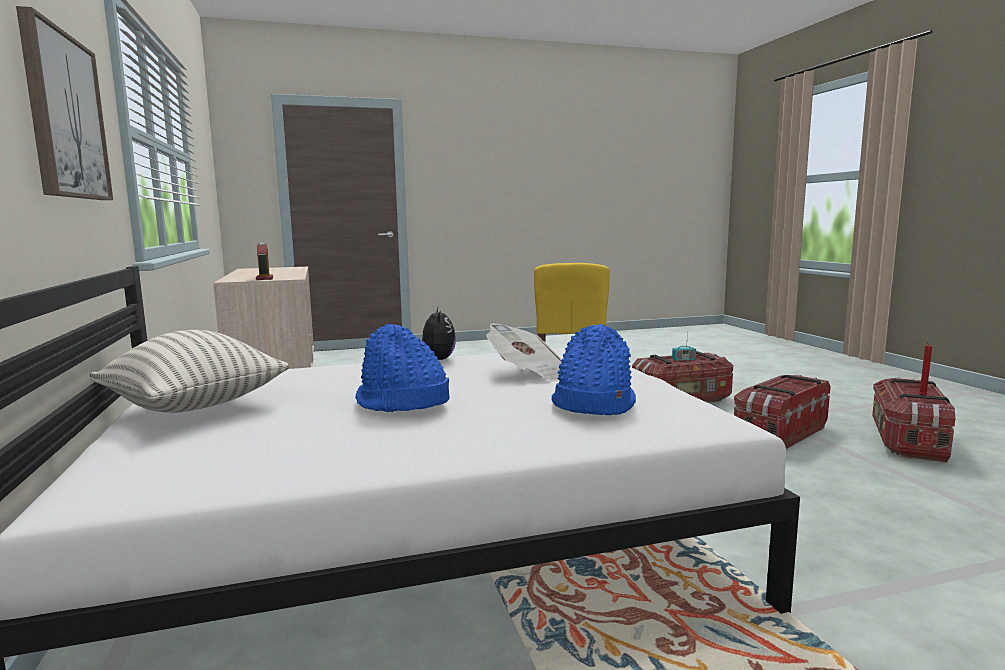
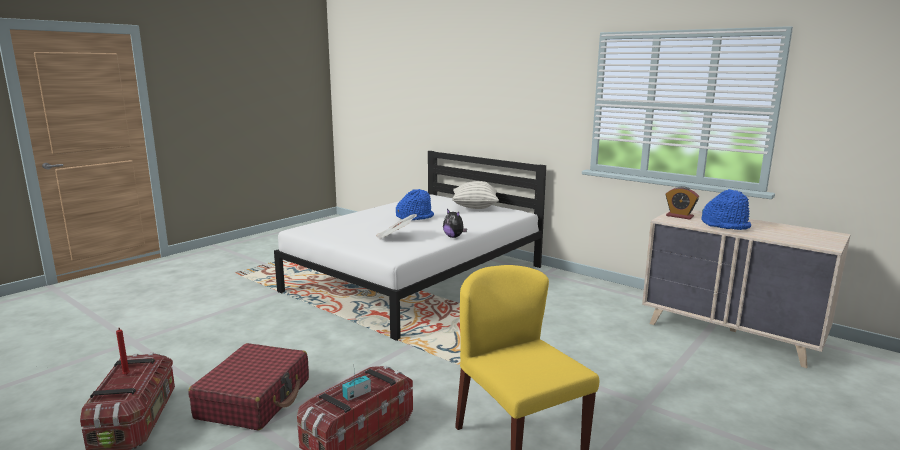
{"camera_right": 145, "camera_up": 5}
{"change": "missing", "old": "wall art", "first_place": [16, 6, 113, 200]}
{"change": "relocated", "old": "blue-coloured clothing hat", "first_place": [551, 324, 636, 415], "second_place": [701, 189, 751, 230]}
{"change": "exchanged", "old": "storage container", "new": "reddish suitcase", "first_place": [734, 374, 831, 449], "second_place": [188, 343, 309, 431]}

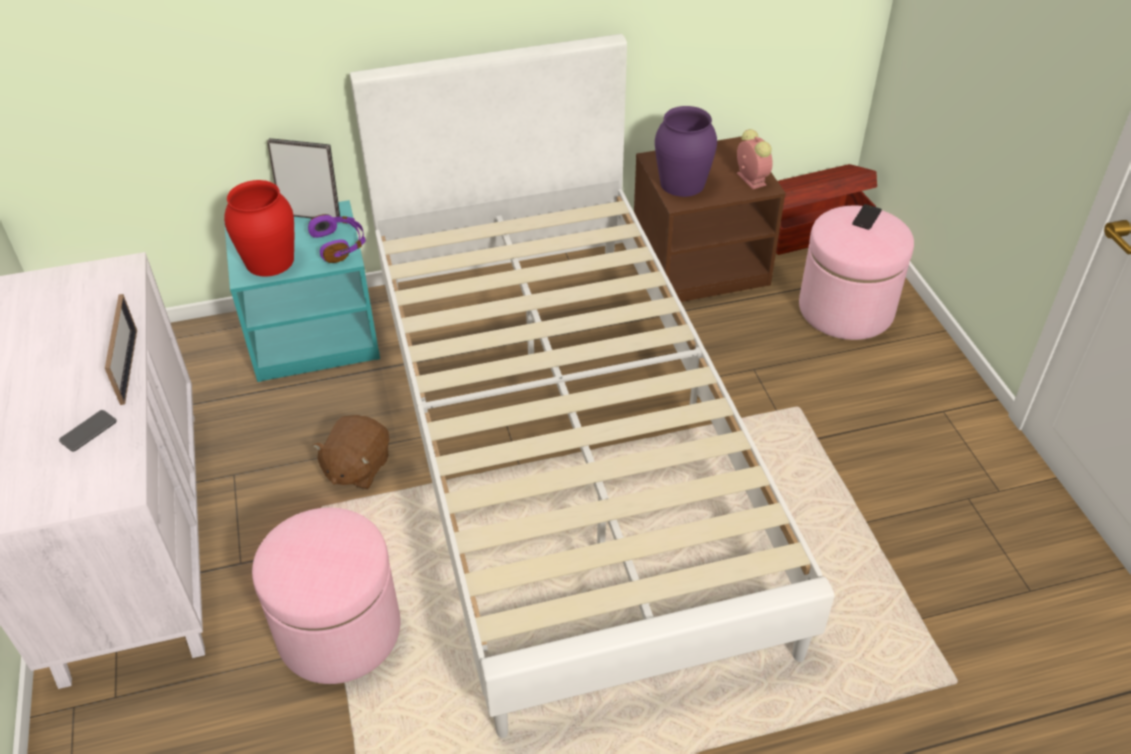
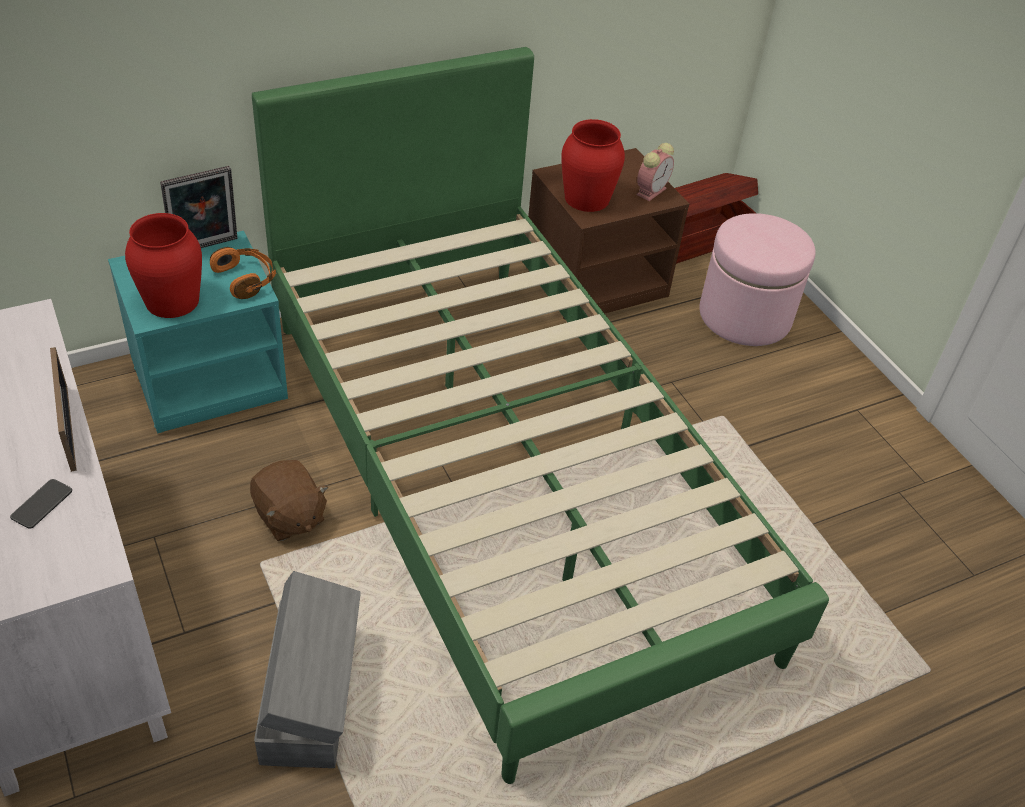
{"camera_right": -15, "camera_up": 0}
{"change": "missing", "old": "handset", "first_place": [852, 204, 882, 230]}
{"change": "exchanged", "old": "pinkish pouffe", "new": "grey storage container", "first_place": [252, 508, 400, 684], "second_place": [254, 571, 361, 768]}
{"change": "colour", "old": "purple pair of headphones", "new": "orange-coloured pair of headphones", "first_place": [308, 214, 366, 263], "second_place": [210, 247, 276, 299]}
{"change": "colour", "old": "white bed", "new": "green bed", "first_place": [350, 34, 834, 738], "second_place": [252, 47, 829, 784]}
{"change": "colour", "old": "purple flower vase", "new": "reddish flower vase", "first_place": [655, 106, 717, 197], "second_place": [561, 119, 625, 212]}
{"change": "spun", "old": "standing frame", "first_place": [267, 138, 340, 219], "second_place": [160, 166, 237, 248], "degrees": 150}
{"change": "spun", "old": "brownish cuddly toy", "first_place": [313, 415, 389, 489], "second_place": [250, 460, 329, 541], "degrees": -45}
{"change": "spun", "old": "bedside clock", "first_place": [737, 129, 773, 189], "second_place": [636, 143, 674, 201], "degrees": 75}

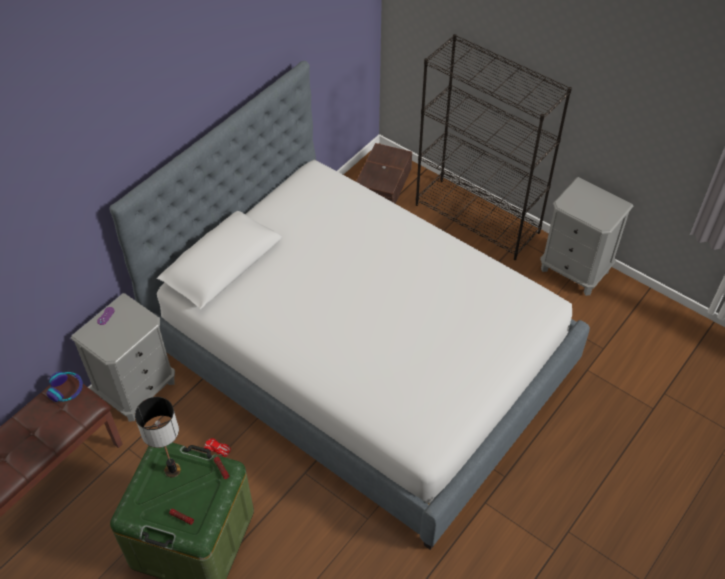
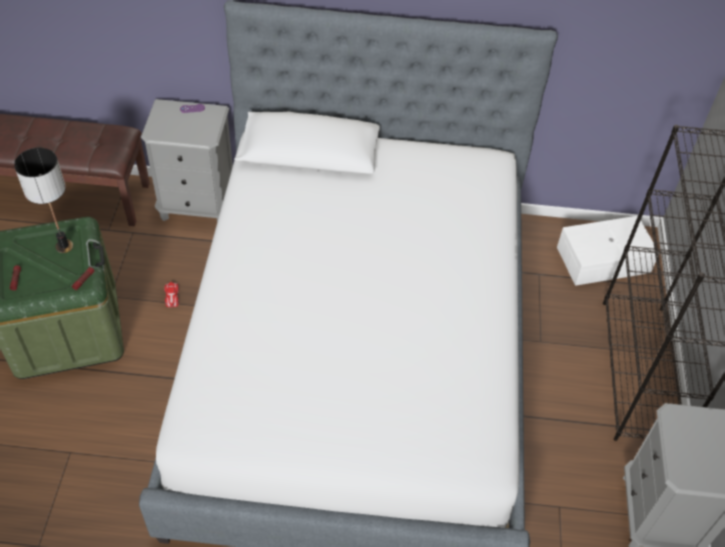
{"camera_right": 55, "camera_up": 0}
{"change": "missing", "old": "pair of headphones", "first_place": [46, 372, 83, 402]}
{"change": "colour", "old": "brownish storage container", "new": "white storage container", "first_place": [356, 143, 412, 204], "second_place": [557, 216, 660, 286]}

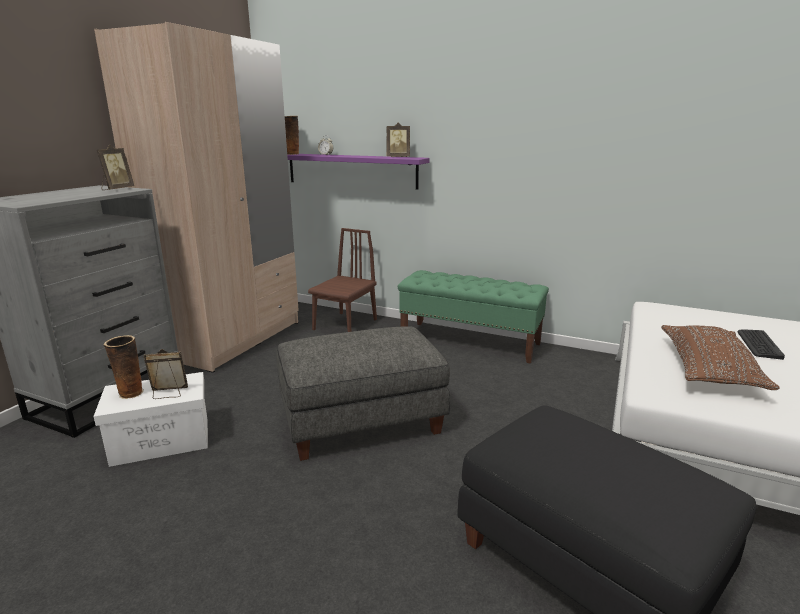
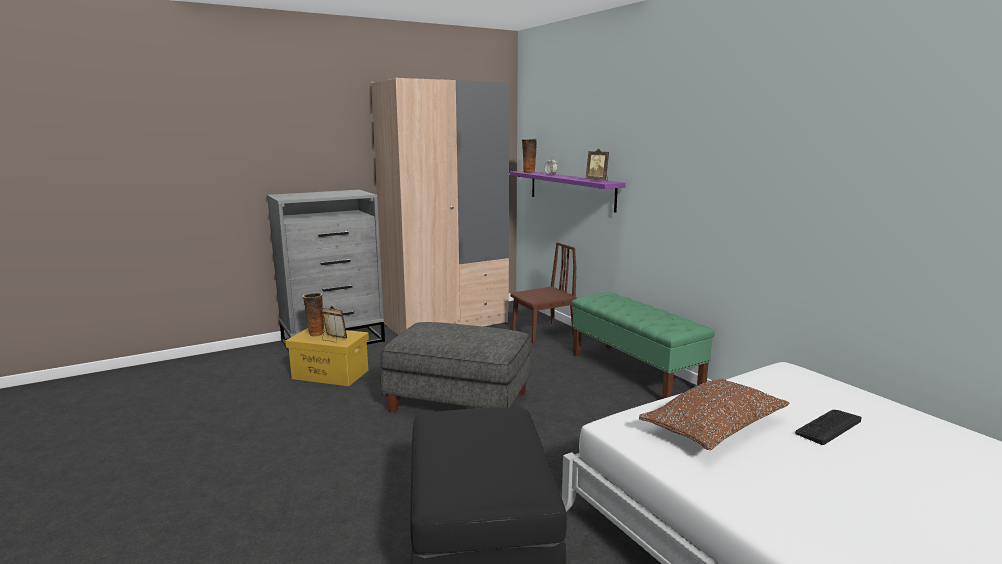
{"camera_right": 35, "camera_up": -5}
{"change": "missing", "old": "standing frame", "first_place": [97, 144, 134, 190]}
{"change": "colour", "old": "white storage container", "new": "yellow-coloured storage container", "first_place": [94, 372, 208, 467], "second_place": [285, 328, 369, 386]}

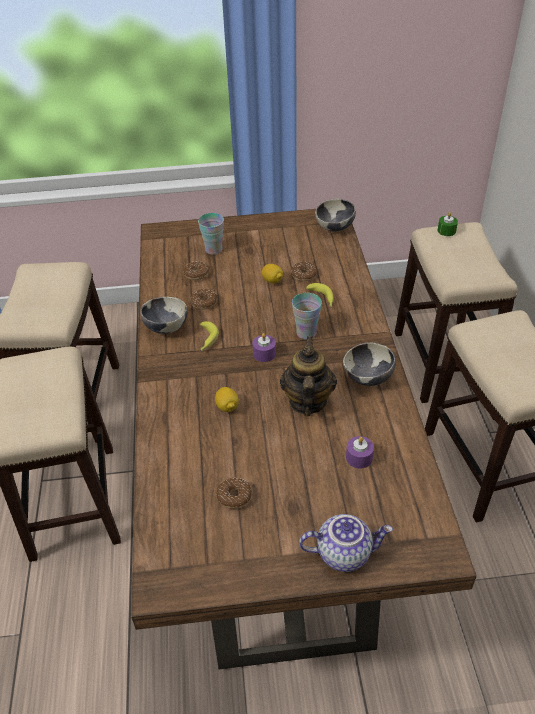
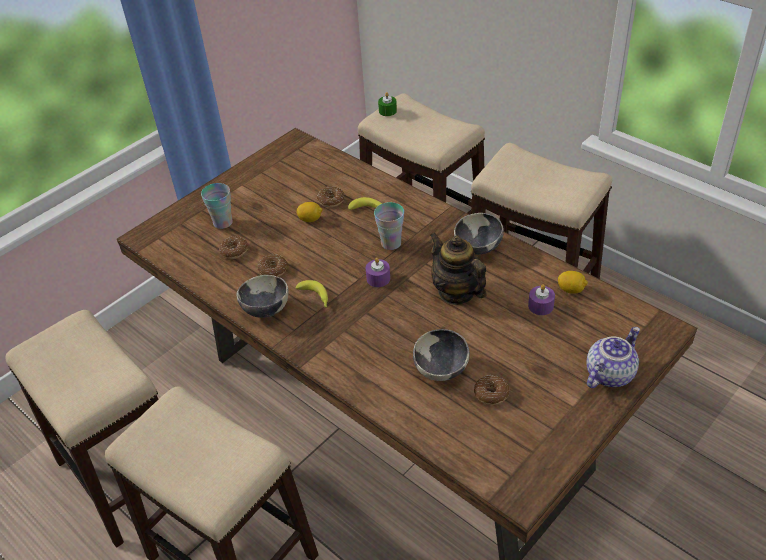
{"camera_right": -40, "camera_up": 0}
{"change": "relocated", "old": "citrus fruit", "first_place": [215, 387, 239, 412], "second_place": [558, 271, 588, 294]}
{"change": "relocated", "old": "bowl", "first_place": [315, 199, 356, 232], "second_place": [413, 329, 470, 381]}

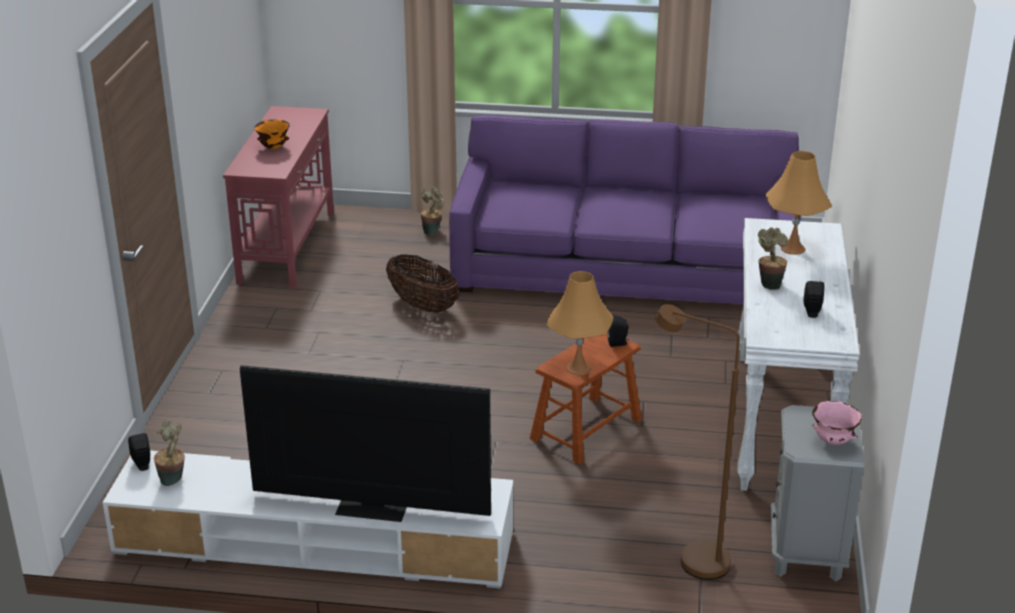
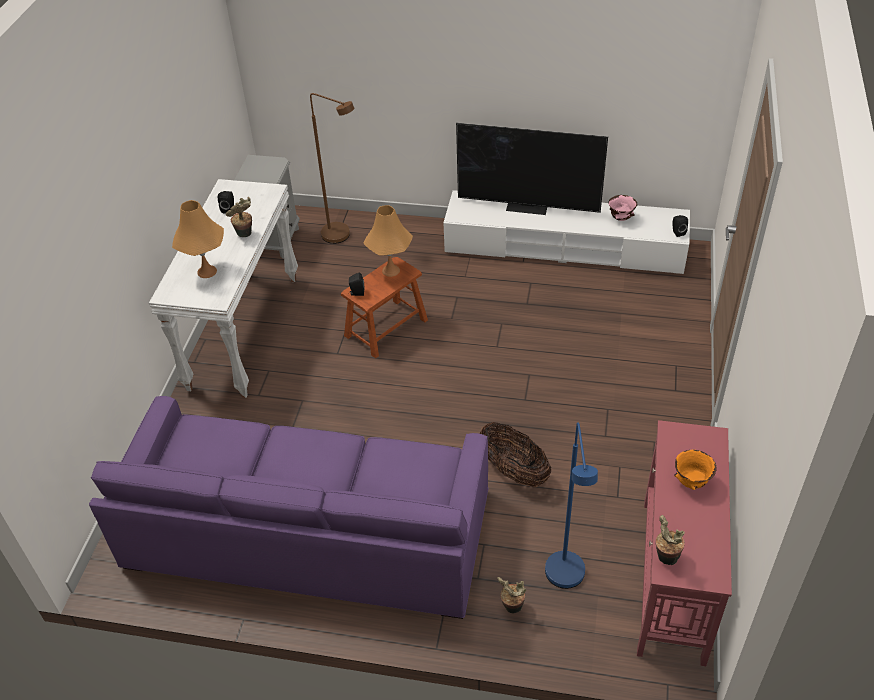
{"camera_right": -175, "camera_up": 15}
{"change": "appeared", "new": "blue-coloured standing lamp", "second_place": [545, 422, 598, 589]}
{"change": "relocated", "old": "potted plant", "first_place": [154, 420, 185, 486], "second_place": [655, 515, 685, 565]}
{"change": "relocated", "old": "pinkish bowl", "first_place": [812, 401, 862, 445], "second_place": [608, 195, 637, 221]}

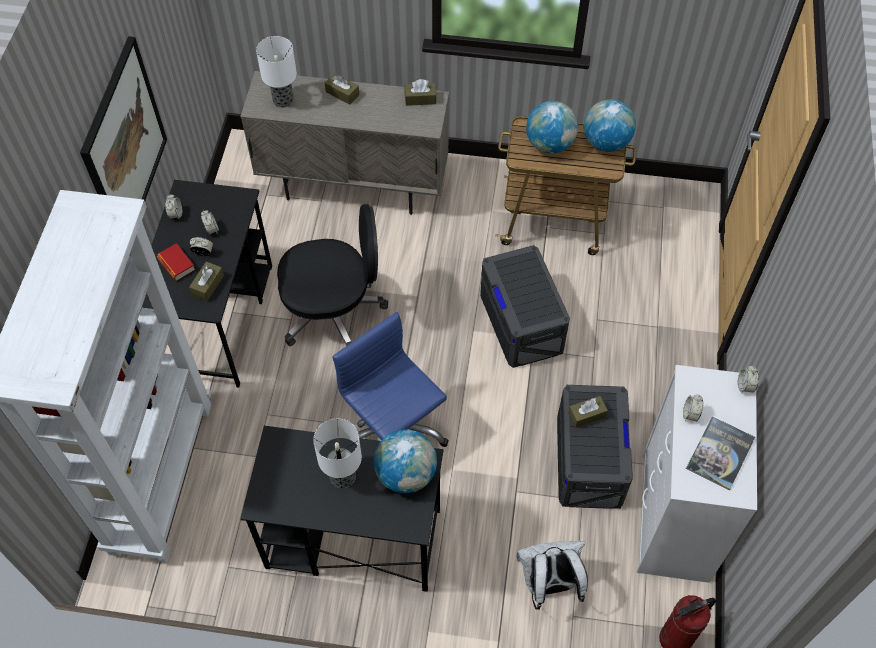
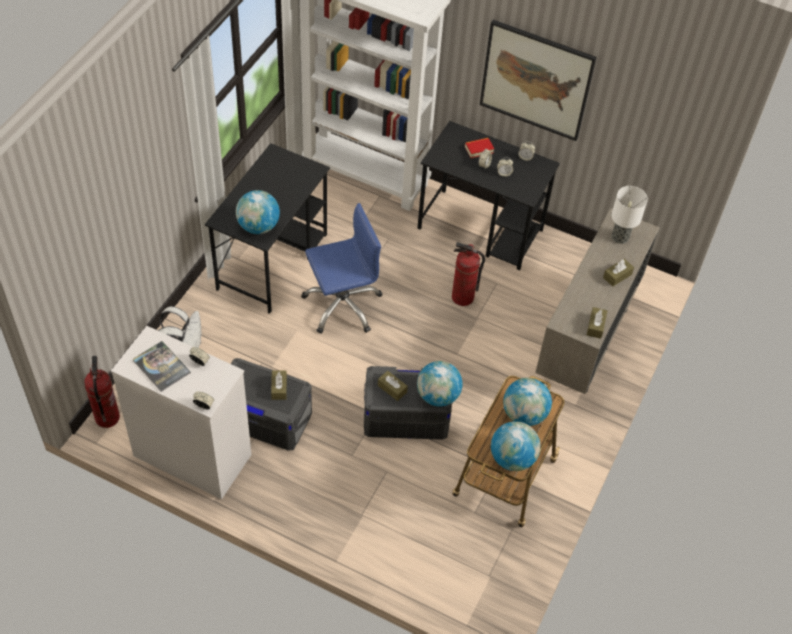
{"camera_right": 105, "camera_up": -5}
{"change": "missing", "old": "tabletop lamp", "first_place": [313, 419, 362, 488]}
{"change": "appeared", "new": "world globe", "second_place": [417, 361, 463, 407]}
{"change": "relocated", "old": "brownish tissue box", "first_place": [189, 262, 224, 301], "second_place": [378, 371, 408, 401]}
{"change": "exchanged", "old": "blackish desk chair", "new": "extinguisher", "first_place": [277, 204, 388, 346], "second_place": [452, 242, 485, 306]}

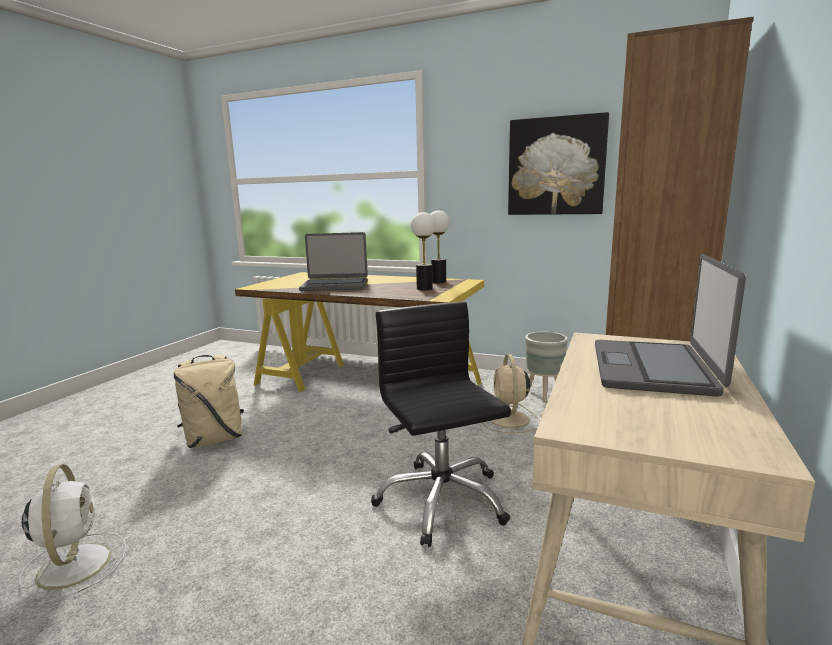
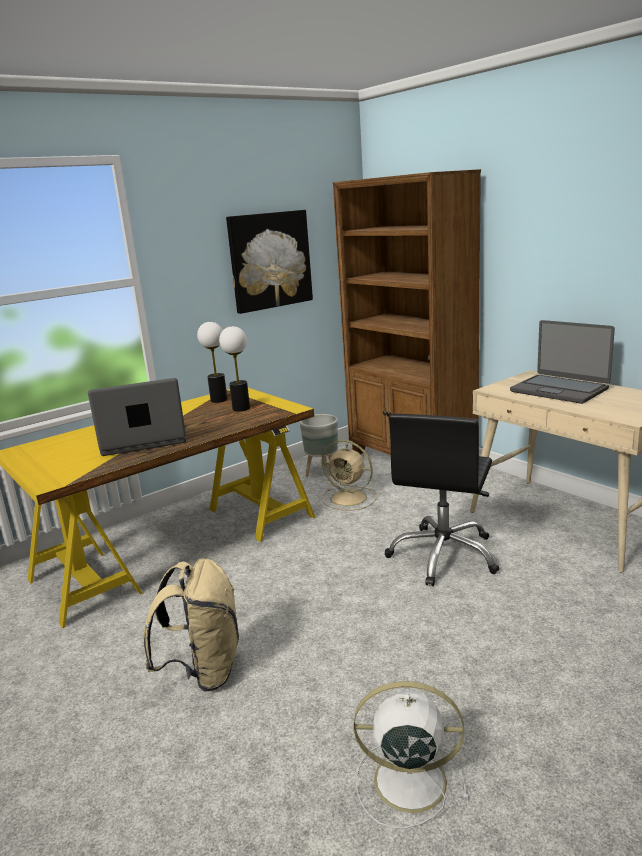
{"camera_right": -60, "camera_up": 5}
{"change": "spun", "old": "laptop", "first_place": [299, 232, 368, 291], "second_place": [88, 378, 187, 456], "degrees": -135}
{"change": "spun", "old": "blackish desk chair", "first_place": [371, 302, 511, 547], "second_place": [385, 414, 500, 586], "degrees": -75}

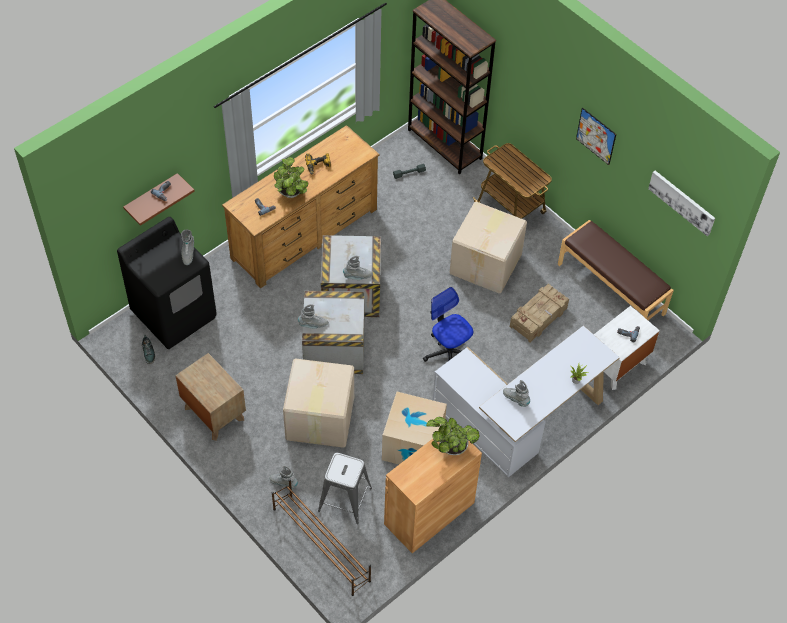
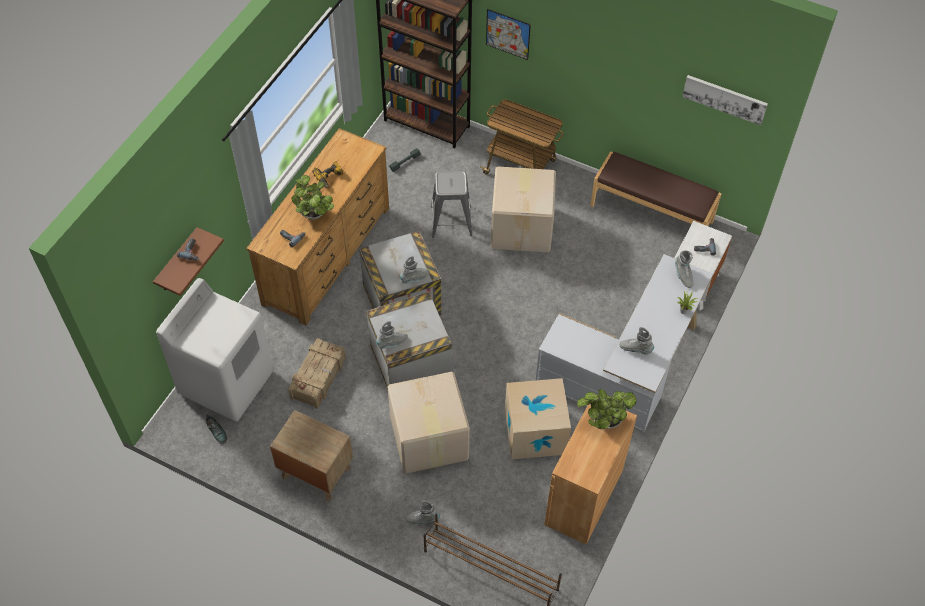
{"camera_right": -20, "camera_up": 0}
{"change": "missing", "old": "desk chair", "first_place": [423, 287, 473, 362]}
{"change": "relocated", "old": "grey boot", "first_place": [181, 230, 194, 265], "second_place": [675, 250, 693, 288]}
{"change": "relocated", "old": "grey sitting stool", "first_place": [318, 453, 372, 524], "second_place": [431, 171, 473, 238]}
{"change": "relocated", "old": "shipping crate", "first_place": [510, 283, 569, 343], "second_place": [288, 338, 346, 409]}
{"change": "relocated", "old": "wall art", "first_place": [576, 108, 616, 165], "second_place": [486, 9, 531, 60]}
{"change": "colour", "old": "blackish laundry appliance", "new": "white laundry appliance", "first_place": [117, 217, 217, 349], "second_place": [156, 278, 274, 422]}

